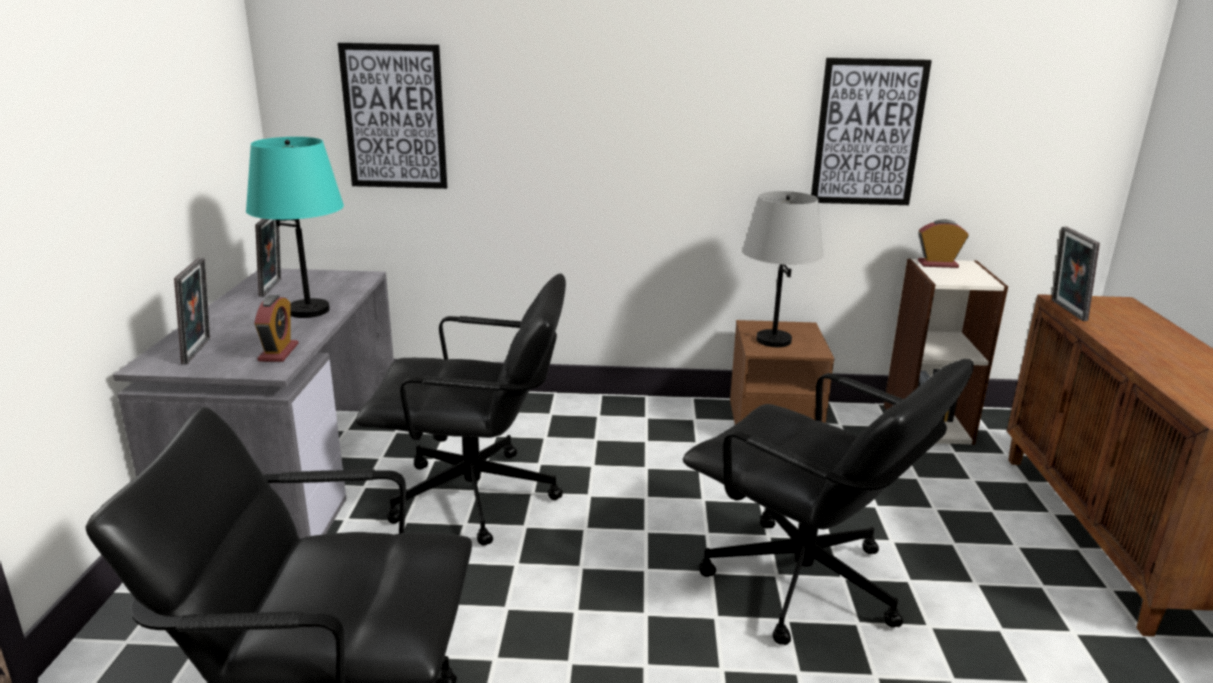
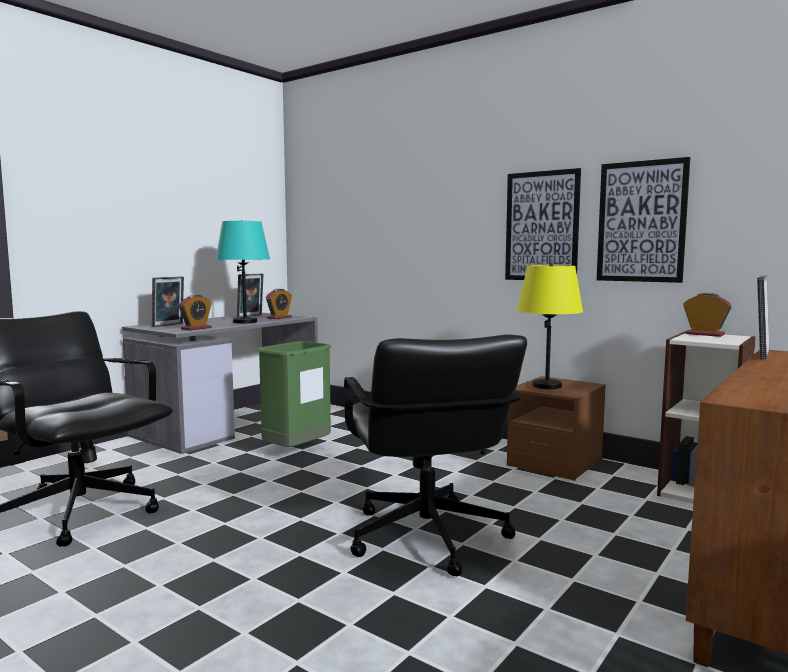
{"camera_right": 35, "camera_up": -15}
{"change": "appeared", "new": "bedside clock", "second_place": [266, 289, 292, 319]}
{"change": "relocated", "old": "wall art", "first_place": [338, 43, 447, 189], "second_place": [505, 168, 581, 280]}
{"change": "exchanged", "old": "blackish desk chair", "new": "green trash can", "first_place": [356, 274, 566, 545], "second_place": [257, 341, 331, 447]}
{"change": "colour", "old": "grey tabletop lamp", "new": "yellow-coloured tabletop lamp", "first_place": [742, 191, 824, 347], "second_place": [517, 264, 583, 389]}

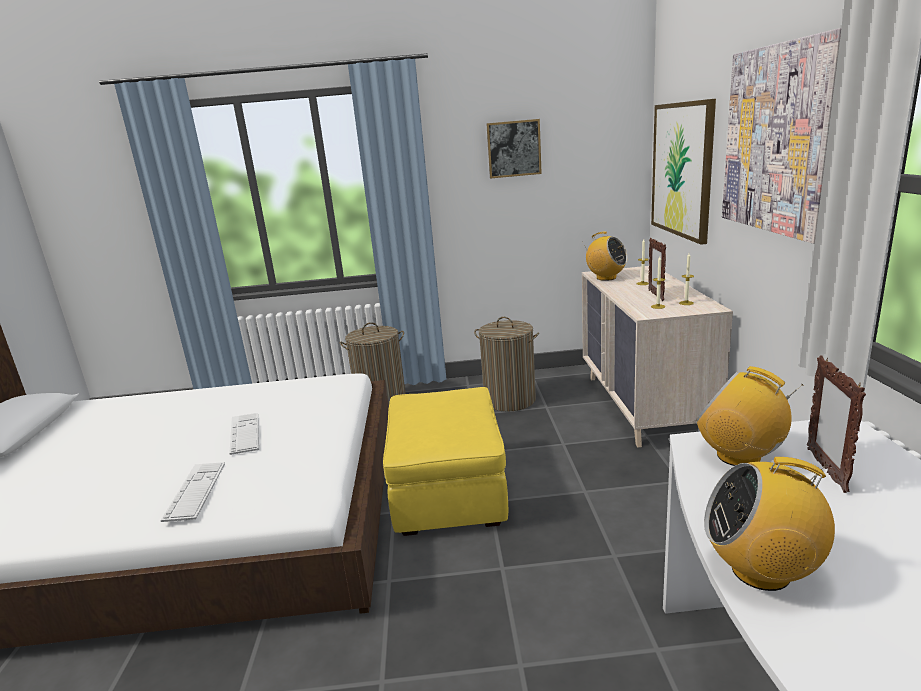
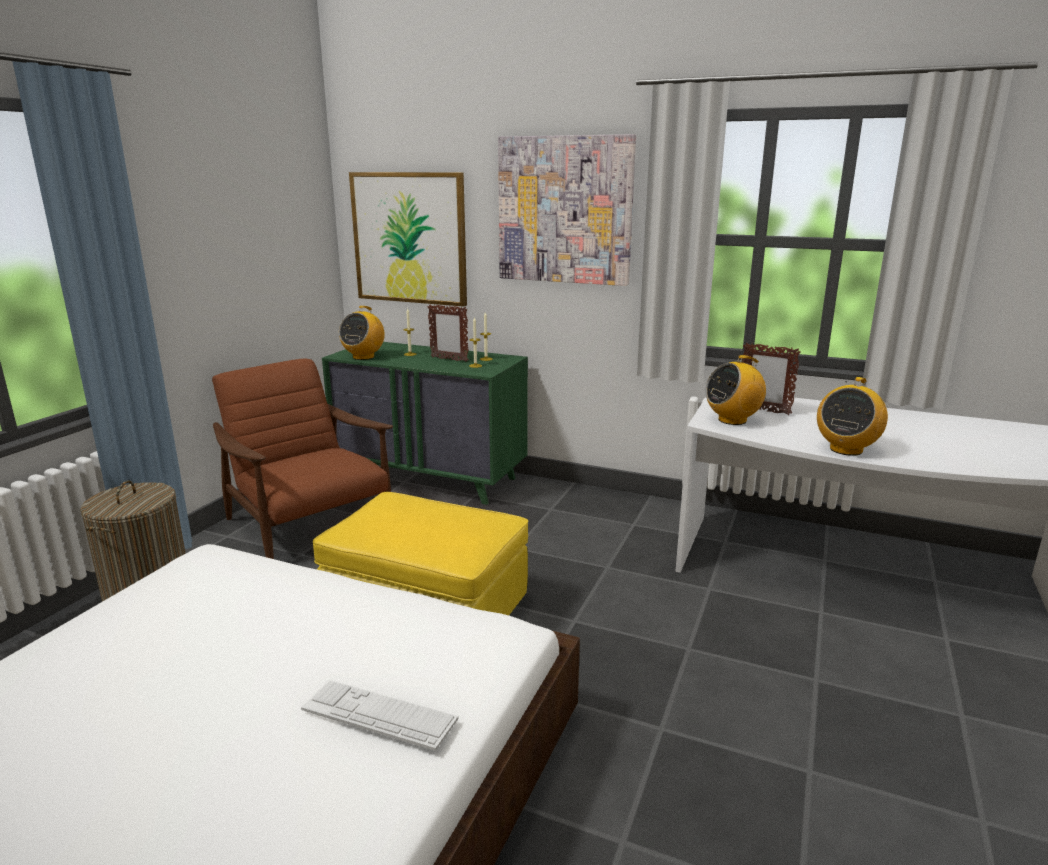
{"camera_right": -65, "camera_up": 0}
{"change": "missing", "old": "computer keyboard", "first_place": [229, 413, 259, 455]}
{"change": "missing", "old": "wall art", "first_place": [486, 119, 542, 179]}
{"change": "exchanged", "old": "hamper", "new": "brownish easy chair", "first_place": [474, 317, 539, 412], "second_place": [212, 359, 393, 559]}
{"change": "colour", "old": "sand-coloured chest of drawers", "new": "green chest of drawers", "first_place": [582, 266, 733, 448], "second_place": [322, 342, 528, 505]}
{"change": "spun", "old": "radio", "first_place": [582, 232, 628, 281], "second_place": [339, 306, 385, 360], "degrees": 135}

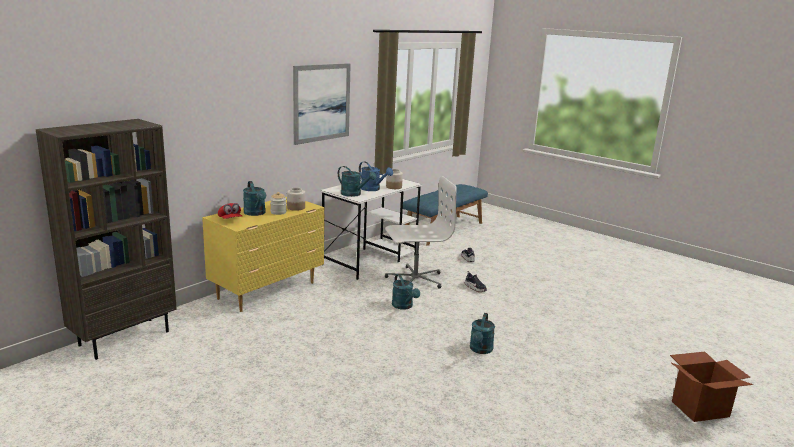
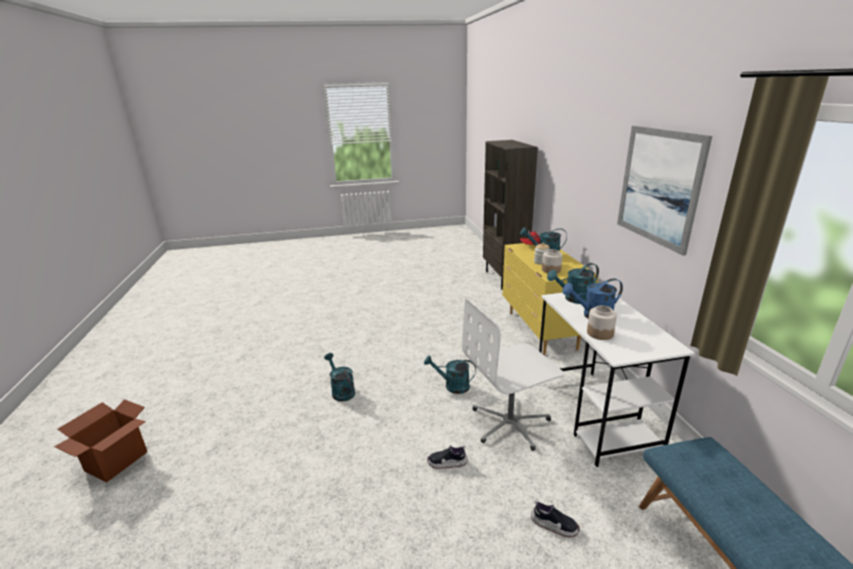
{"camera_right": 130, "camera_up": 5}
{"change": "spun", "old": "white desk chair", "first_place": [385, 176, 457, 289], "second_place": [462, 298, 565, 451], "degrees": 45}

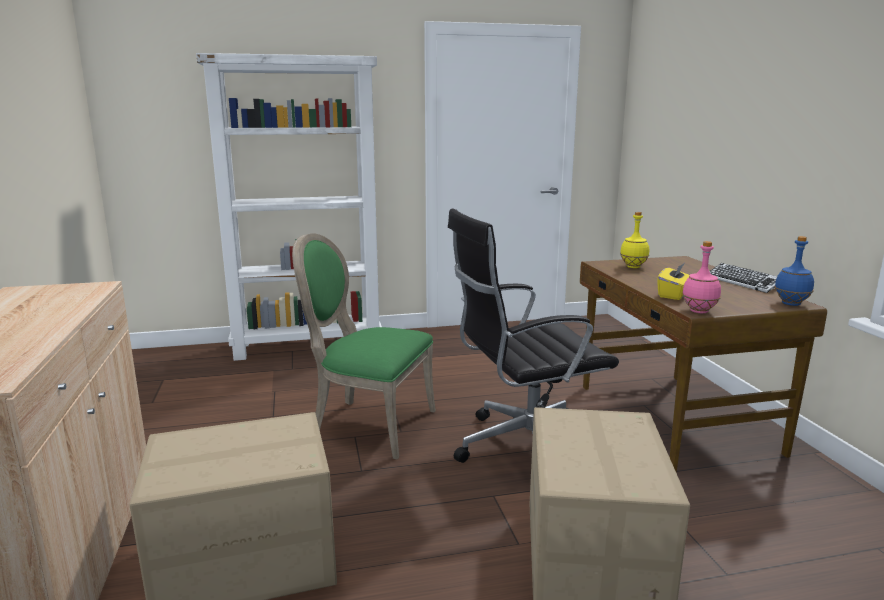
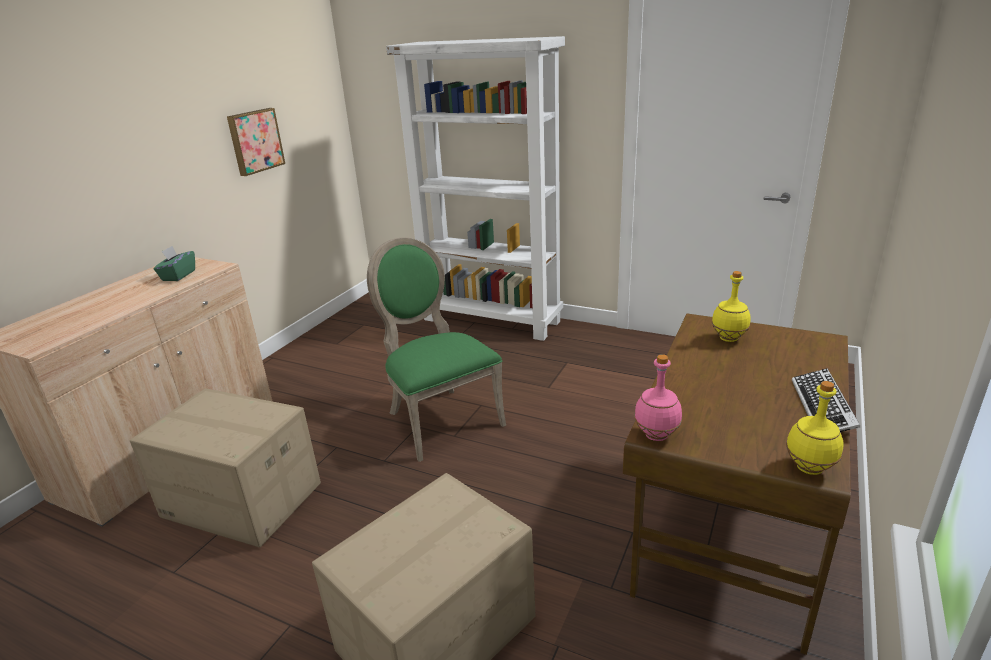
{"camera_right": 40, "camera_up": 10}
{"change": "missing", "old": "blackish desk chair", "first_place": [448, 209, 619, 463]}
{"change": "missing", "old": "yellow-coloured tissue box", "first_place": [657, 263, 689, 300]}
{"change": "appeared", "new": "green tissue box", "second_place": [153, 246, 195, 281]}
{"change": "appeared", "new": "wall art", "second_place": [227, 108, 285, 176]}
{"change": "colour", "old": "blue-coloured bottle", "new": "yellow-coloured bottle", "first_place": [774, 236, 814, 306], "second_place": [786, 381, 844, 475]}

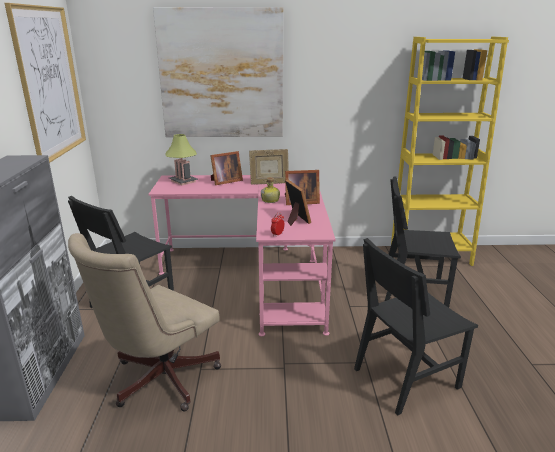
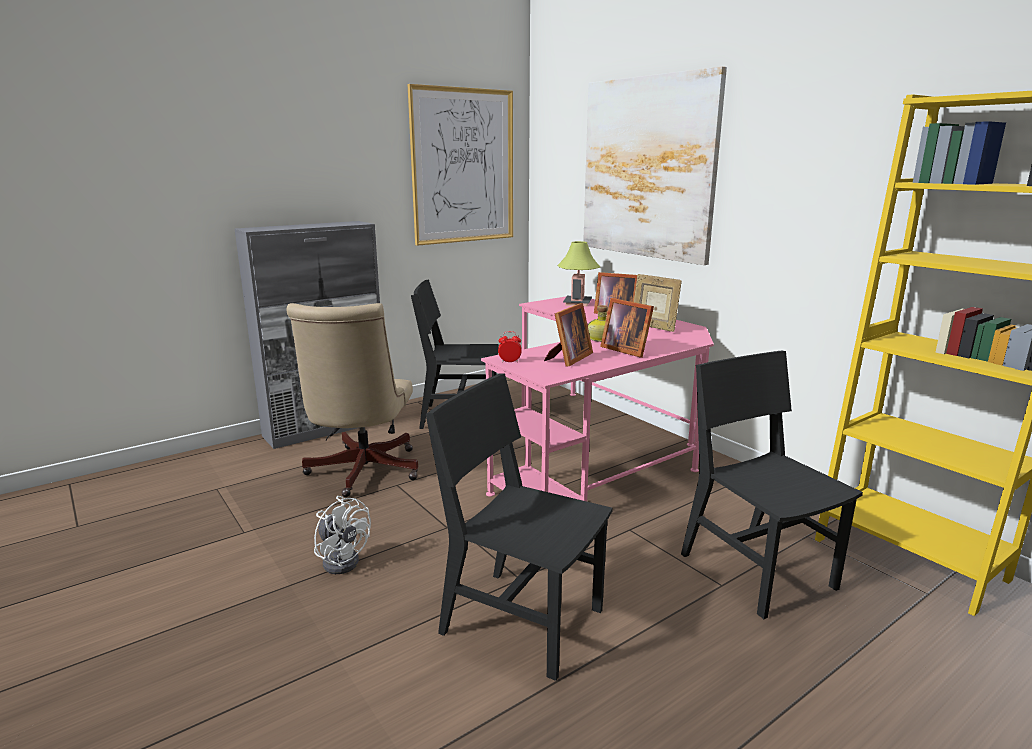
{"camera_right": 55, "camera_up": -5}
{"change": "appeared", "new": "white electric fan", "second_place": [314, 496, 371, 574]}
{"change": "spun", "old": "sand-coloured desk chair", "first_place": [68, 233, 221, 411], "second_place": [287, 303, 419, 497], "degrees": -90}

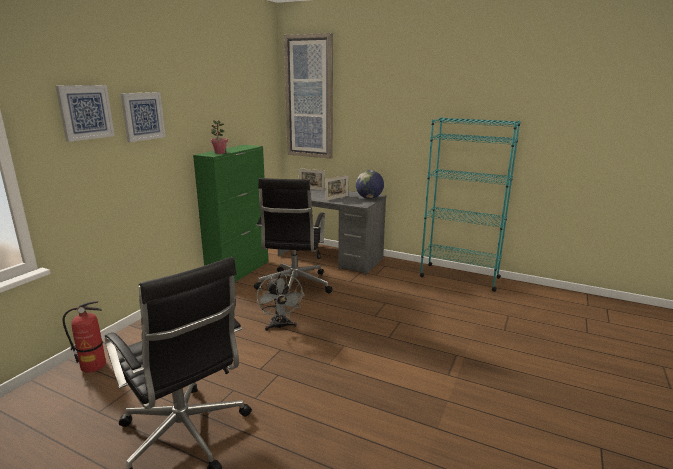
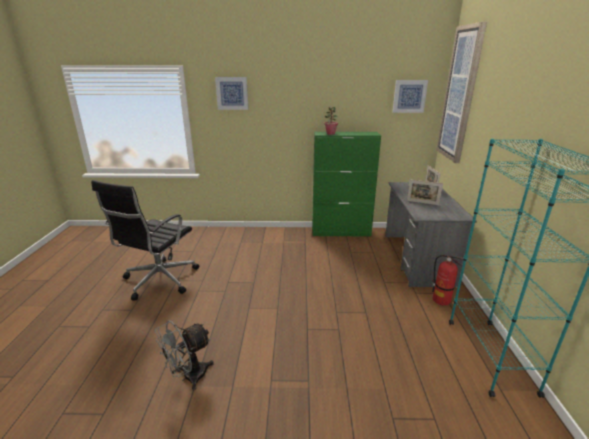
{"camera_right": 65, "camera_up": 5}
{"change": "missing", "old": "blackish desk chair", "first_place": [254, 178, 332, 293]}
{"change": "missing", "old": "world globe", "first_place": [356, 170, 384, 199]}
{"change": "relocated", "old": "extinguisher", "first_place": [63, 301, 106, 373], "second_place": [432, 255, 463, 306]}
{"change": "relocated", "old": "wall art", "first_place": [120, 92, 166, 142], "second_place": [393, 80, 428, 113]}
{"change": "relocated", "old": "grey electric fan", "first_place": [257, 273, 304, 331], "second_place": [155, 321, 214, 390]}

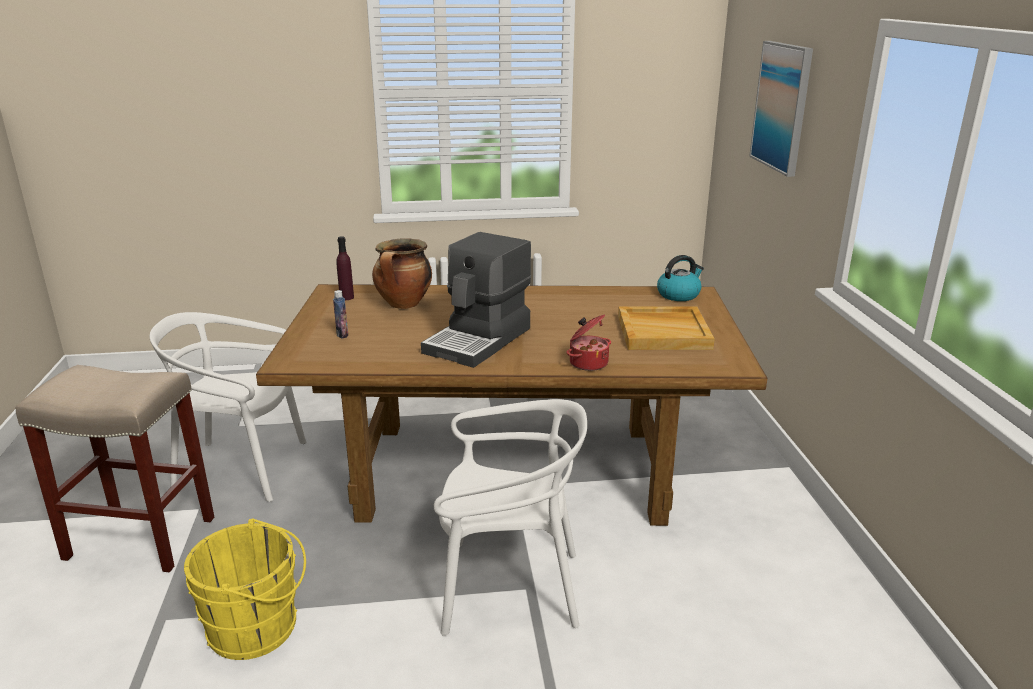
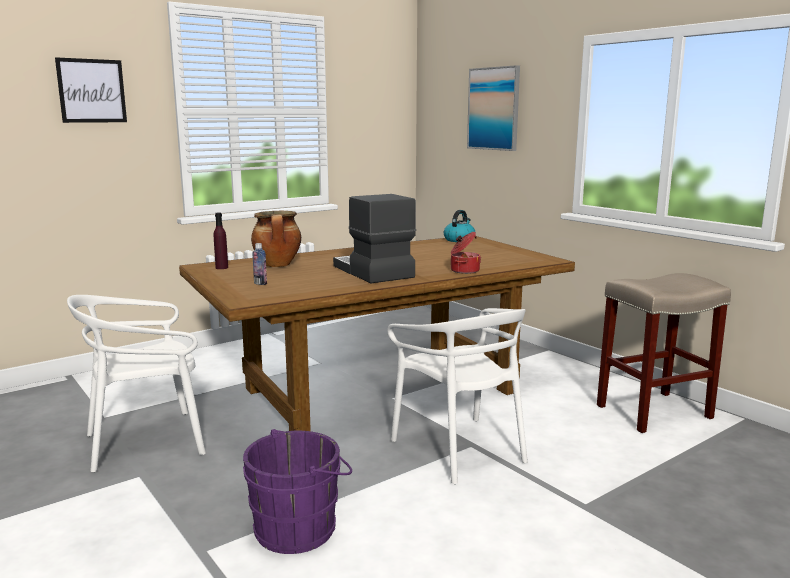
{"camera_right": -30, "camera_up": -10}
{"change": "missing", "old": "sand-coloured serving tray", "first_place": [618, 306, 715, 350]}
{"change": "appeared", "new": "wall art", "second_place": [55, 57, 127, 123]}
{"change": "relocated", "old": "sand-coloured sitting stool", "first_place": [16, 365, 214, 572], "second_place": [597, 273, 731, 433]}
{"change": "colour", "old": "yellow-coloured bucket", "new": "purple bucket", "first_place": [184, 519, 306, 660], "second_place": [243, 429, 352, 554]}
{"change": "spun", "old": "coffee machine", "first_place": [421, 232, 531, 368], "second_place": [333, 194, 416, 283], "degrees": 150}
{"change": "spun", "old": "white chair", "first_place": [433, 399, 587, 636], "second_place": [387, 308, 528, 484], "degrees": 90}

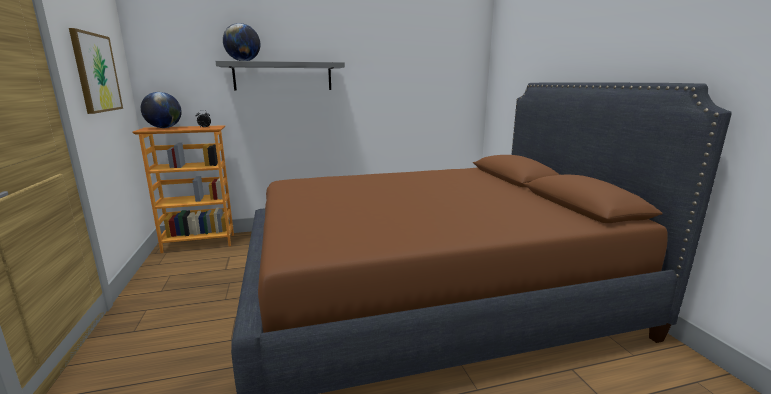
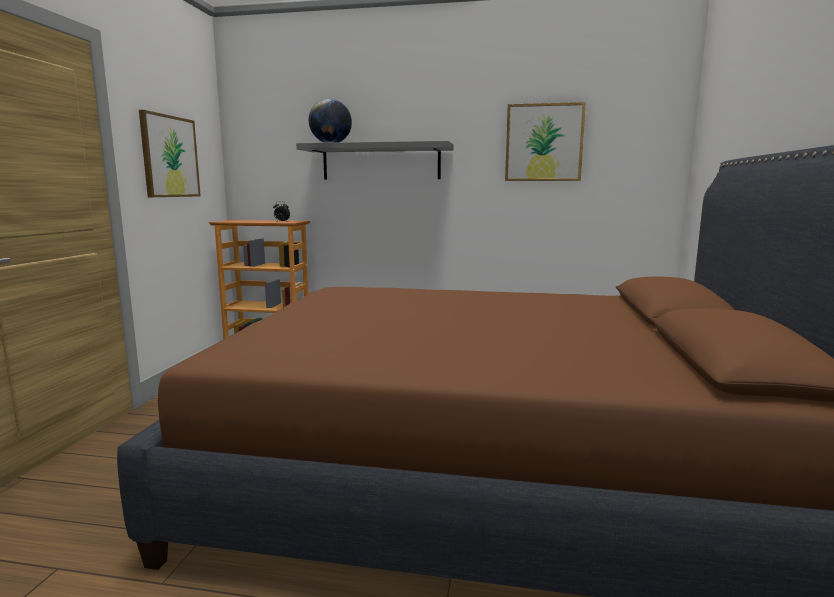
{"camera_right": 25, "camera_up": -5}
{"change": "missing", "old": "world globe", "first_place": [141, 92, 182, 128]}
{"change": "appeared", "new": "wall art", "second_place": [505, 102, 586, 181]}

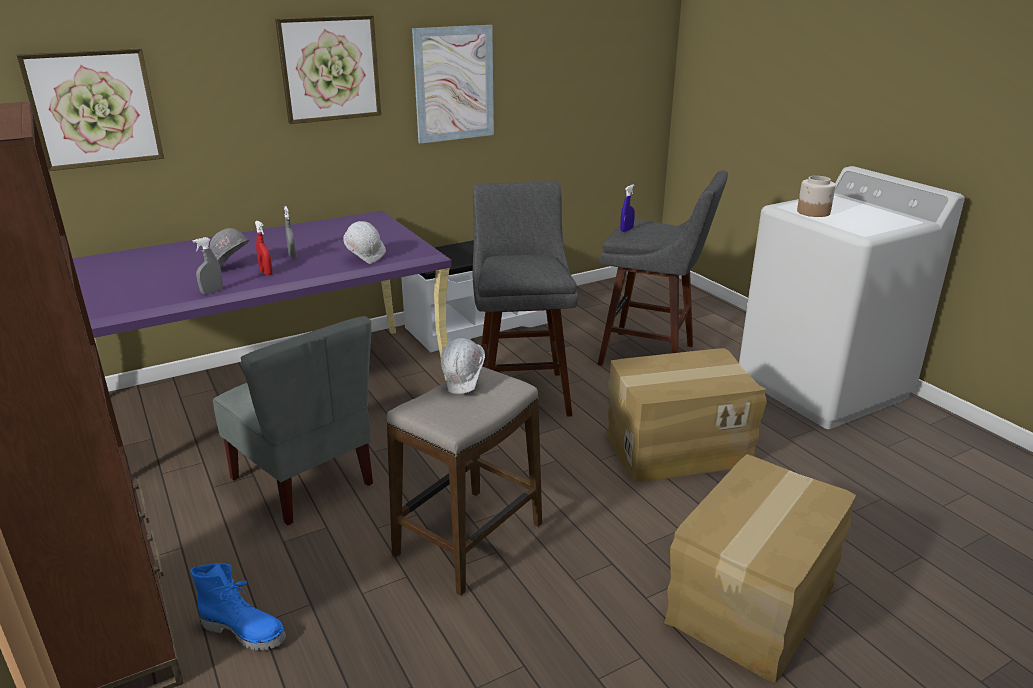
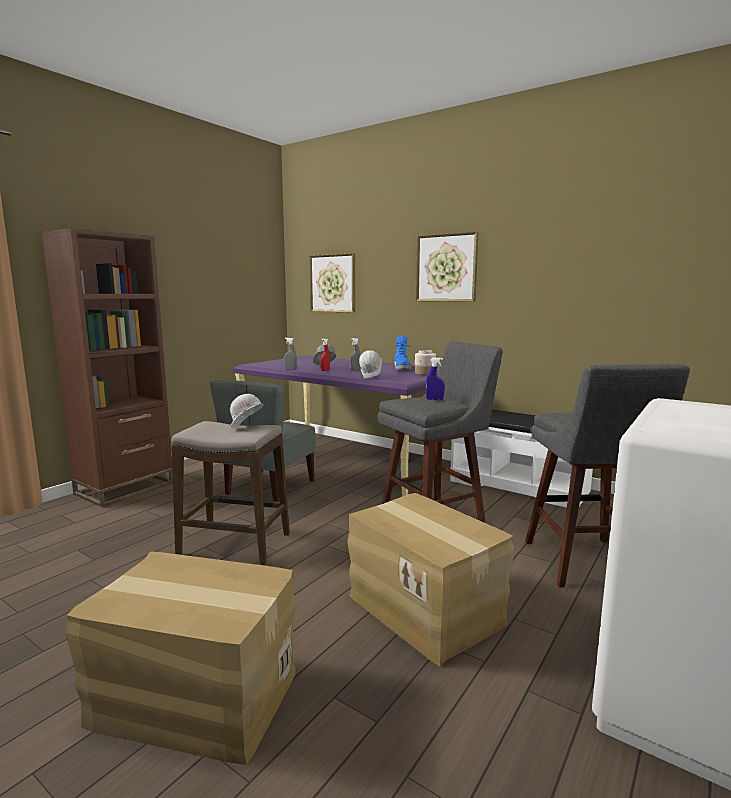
{"camera_right": 65, "camera_up": -15}
{"change": "missing", "old": "wall art", "first_place": [412, 25, 494, 144]}
{"change": "relocated", "old": "blue-coloured boot", "first_place": [190, 563, 286, 650], "second_place": [395, 336, 411, 370]}
{"change": "relocated", "old": "blue-coloured hand sprayer", "first_place": [620, 184, 635, 232], "second_place": [426, 358, 445, 400]}
{"change": "relocated", "old": "preserve jar", "first_place": [797, 176, 836, 217], "second_place": [415, 350, 436, 375]}

